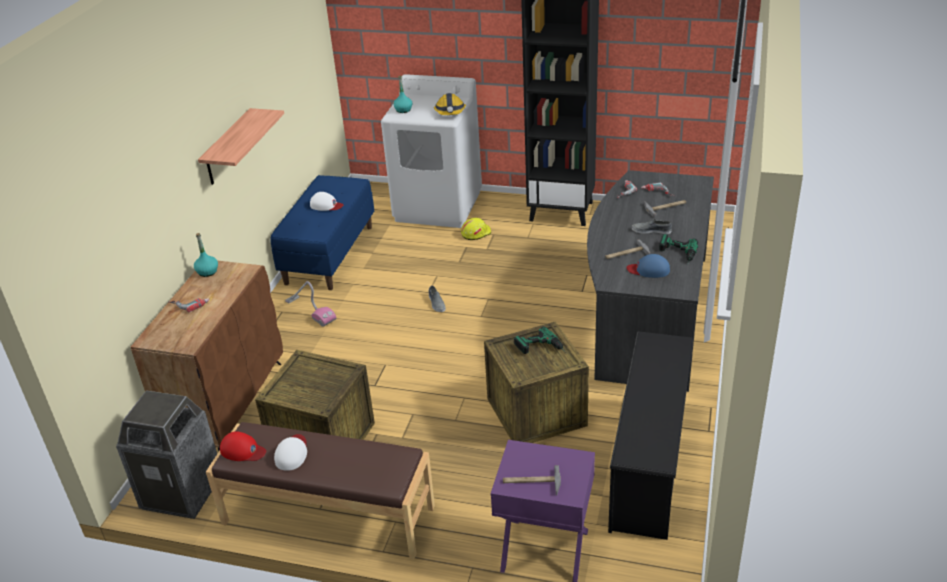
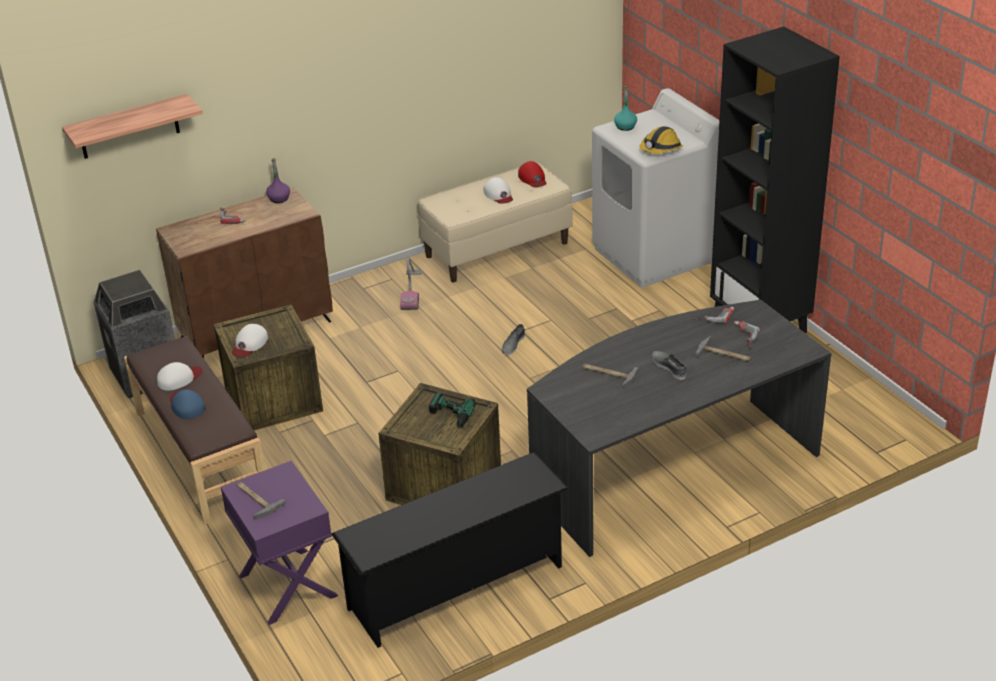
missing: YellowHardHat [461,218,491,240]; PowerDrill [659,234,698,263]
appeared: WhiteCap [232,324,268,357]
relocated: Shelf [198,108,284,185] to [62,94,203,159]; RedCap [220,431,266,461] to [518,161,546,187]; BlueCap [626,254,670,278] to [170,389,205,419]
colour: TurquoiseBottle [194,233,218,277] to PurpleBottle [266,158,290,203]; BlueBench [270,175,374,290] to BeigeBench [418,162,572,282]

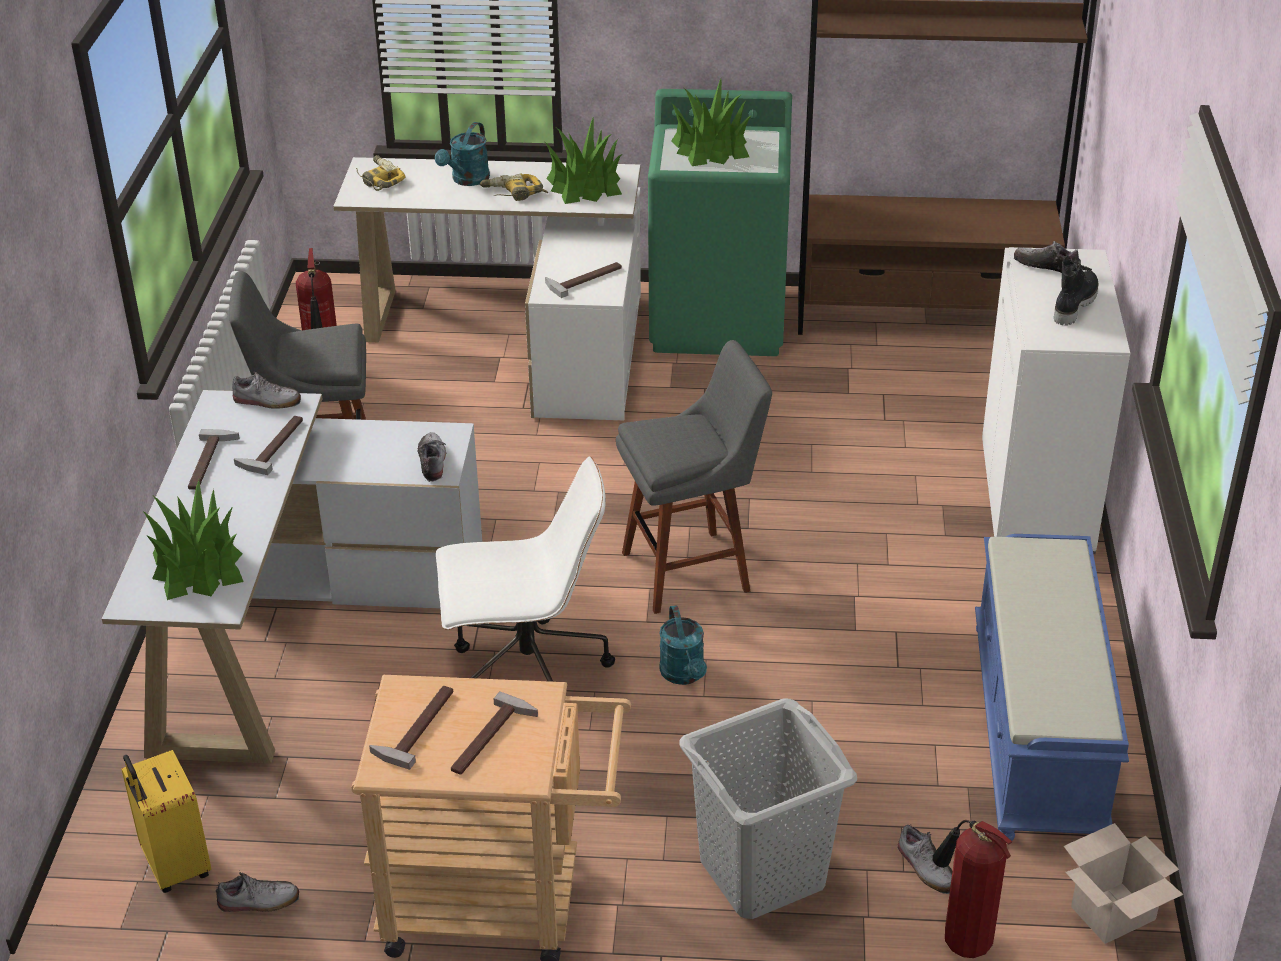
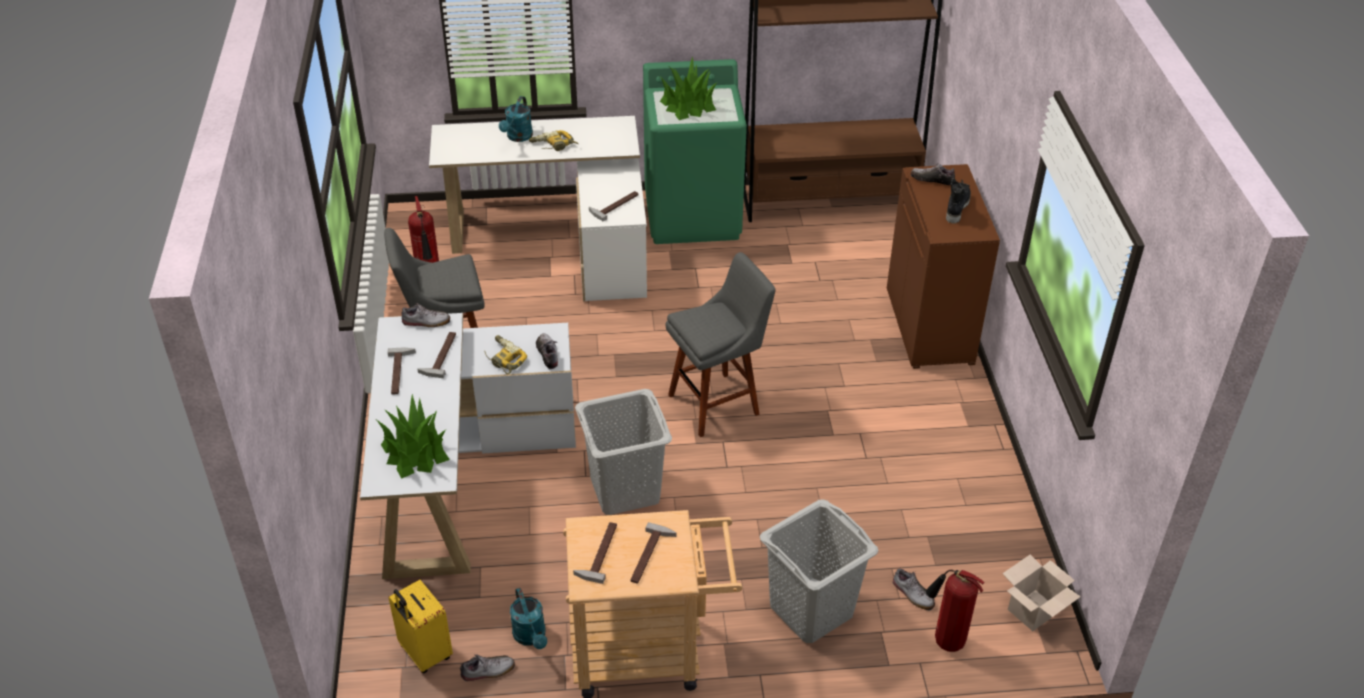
missing: PottedPlant [545,118,622,204]; BlueBench [975,534,1129,841]
relocated: PowerDrill [356,155,406,191] to [484,335,527,375]; TurquoiseWateringCan [659,605,707,685] to [510,588,547,649]
exchanged: WhiteOfficeChair [436,456,615,682] to GreyLaundryBasket [575,389,672,515]
colour: WhiteCabinet [982,247,1130,554] to BrownCabinet [887,164,1000,369]

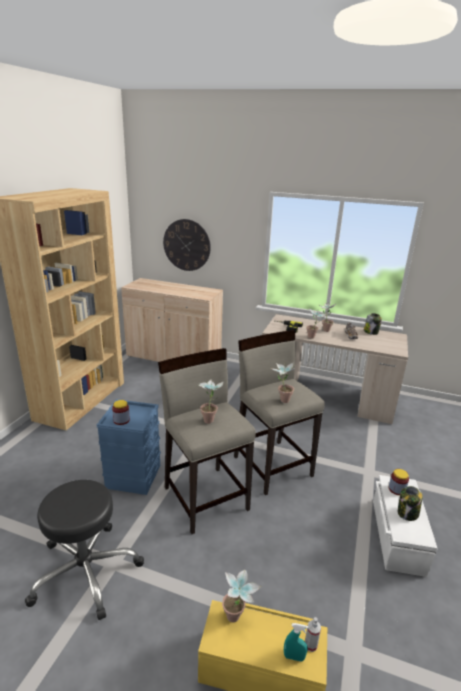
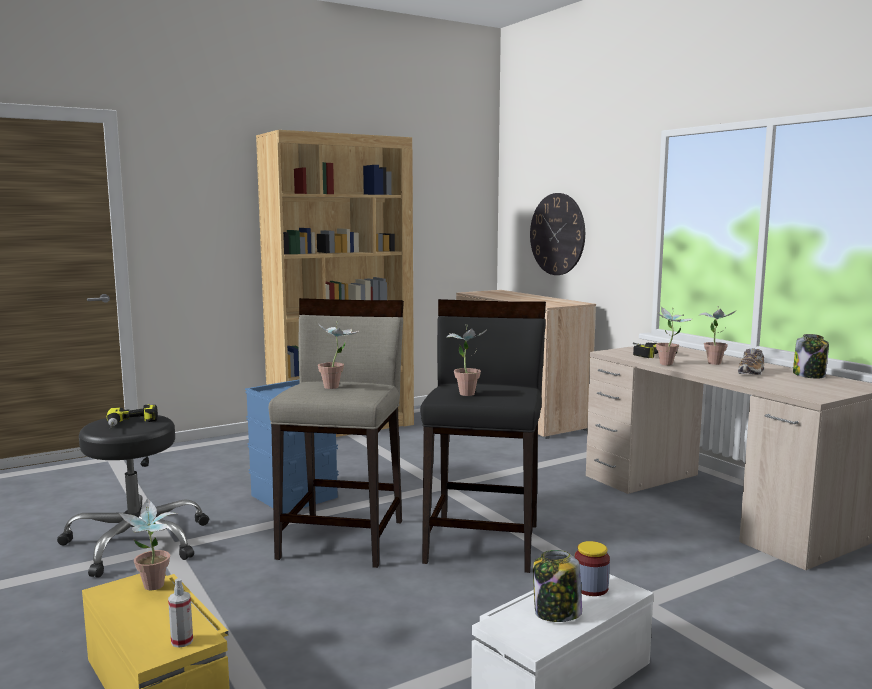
missing: Jar [112,400,130,425]; TurquoiseSprayBottle [284,623,308,662]
appeared: PowerDrill [107,404,158,429]
colour: BeigeStool [234,330,325,495] to BlackStool [420,299,546,573]

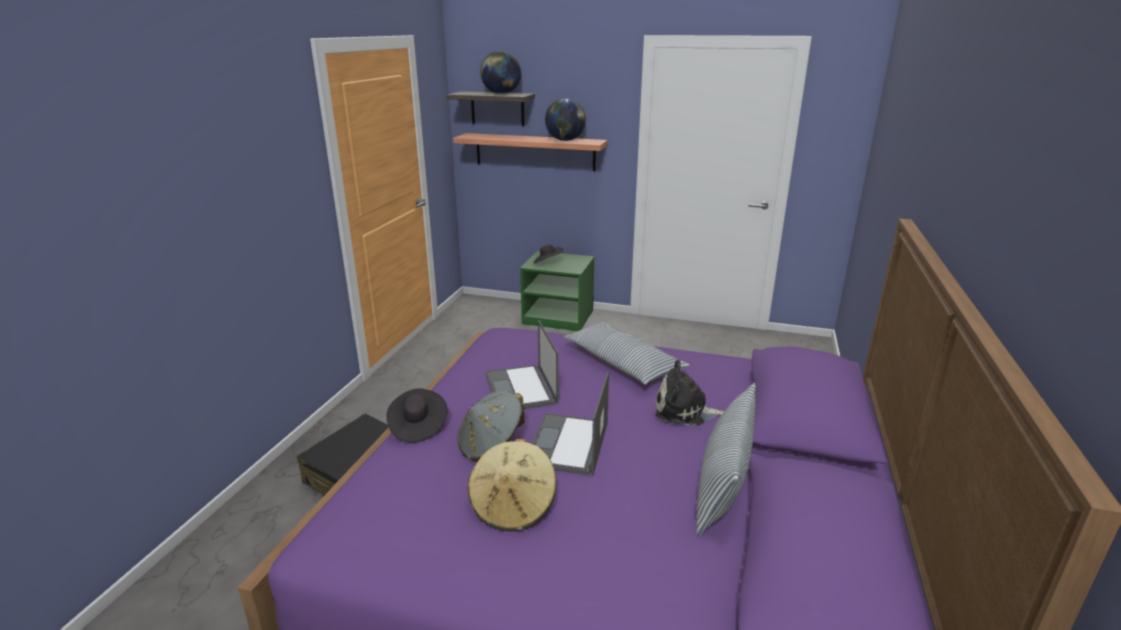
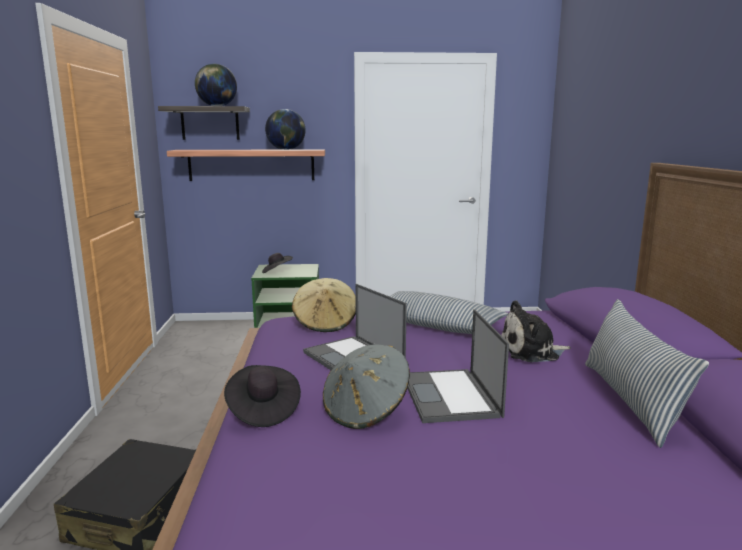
relocated: BeigeHat [468,439,556,531] to [292,278,356,332]

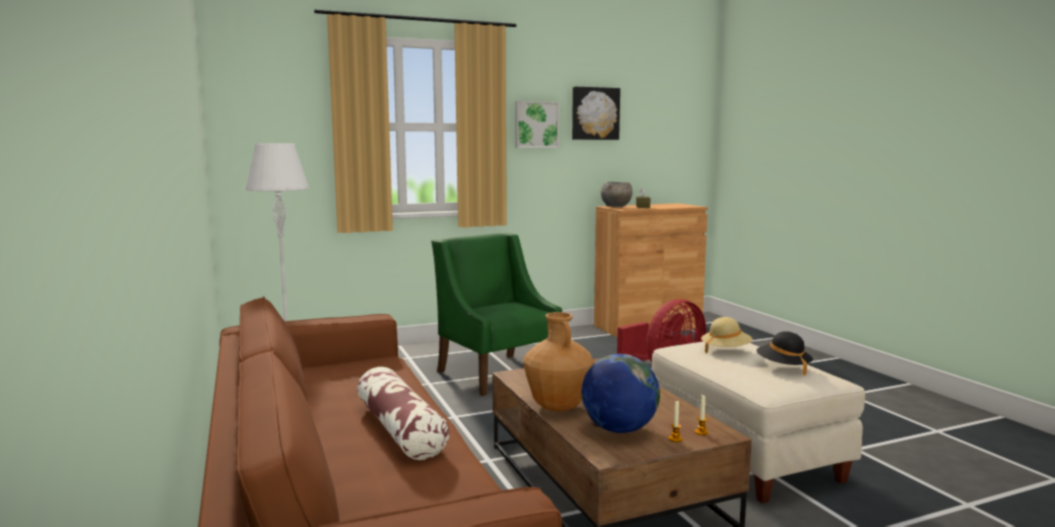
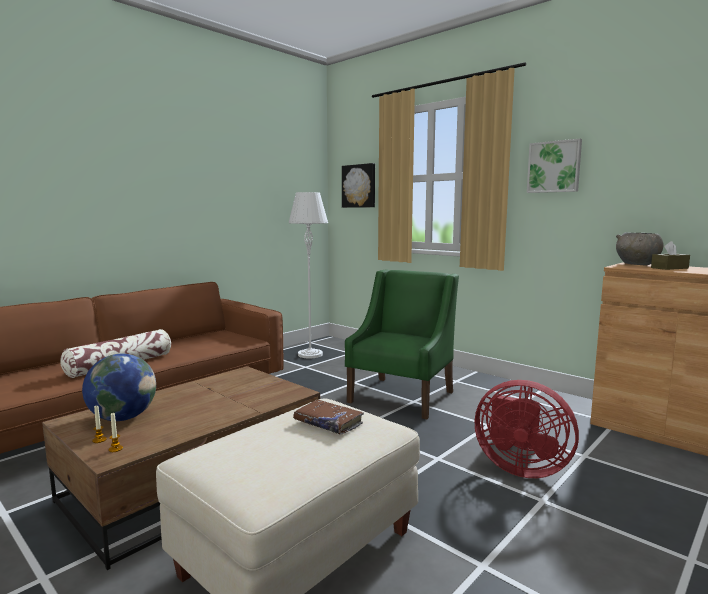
missing: BrownVase [524,312,594,411]; BlackHat [757,331,813,375]
relocated: Picture [572,87,620,140] to [342,163,375,208]
exchanged: BeigeHat [701,317,752,354] to BrownBook [293,400,364,435]

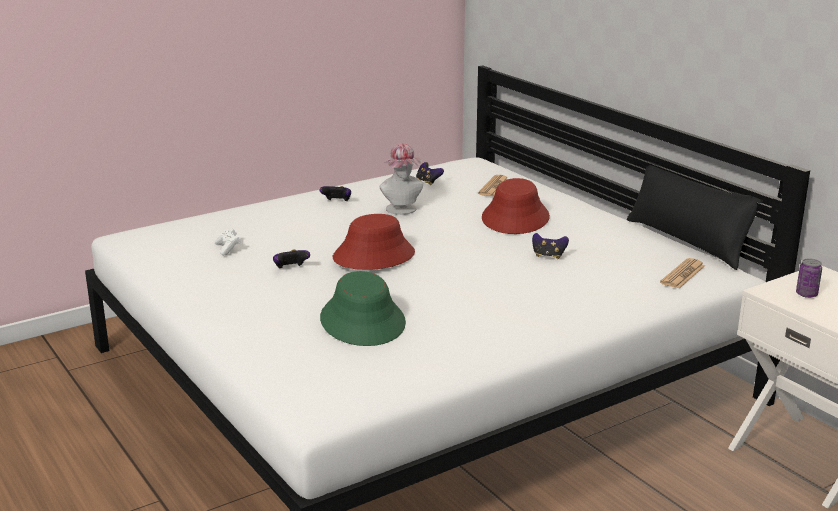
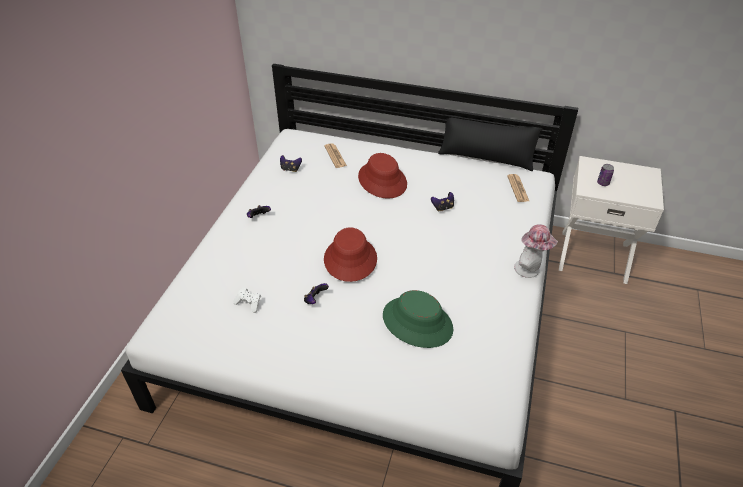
relocated: Hat [379,143,423,215] to [514,224,558,278]

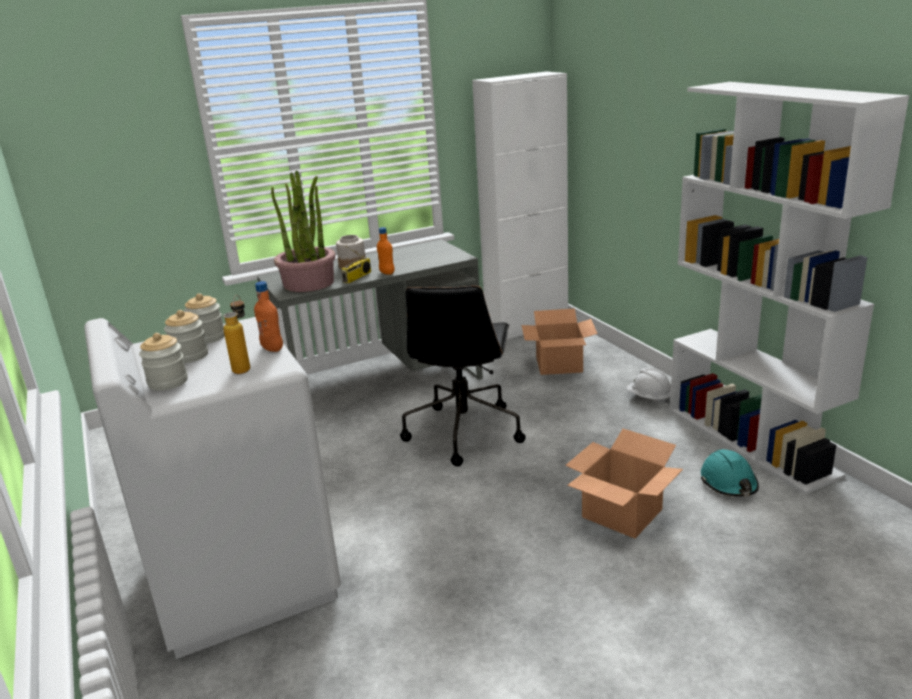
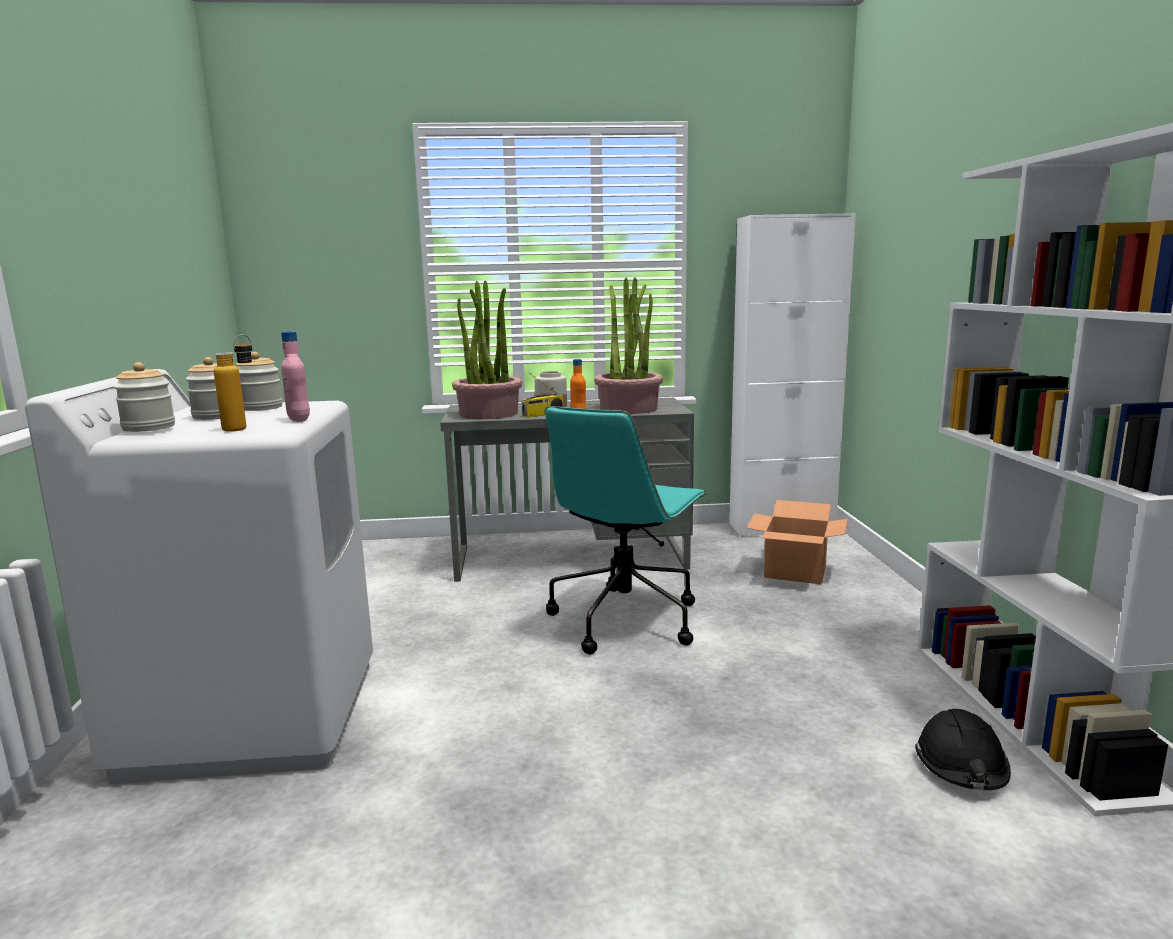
missing: CardboardBox [565,429,683,538]; WhiteHardHat [627,368,671,404]
appeared: PottedPlant [594,277,663,414]
colour: OrangeBottle [254,281,283,352] to PinkBottle [281,331,310,422]; BlackOfficeChair [400,286,526,466] to TurquoiseOfficeChair [545,406,708,654]; TurquoiseHardHat [701,449,759,497] to BlackHardHat [915,709,1011,790]

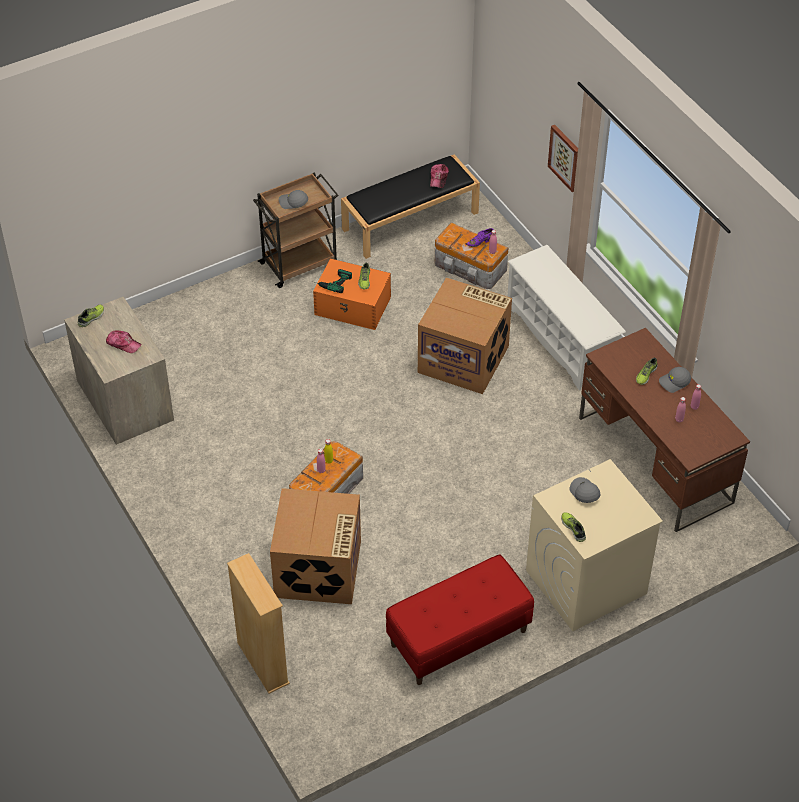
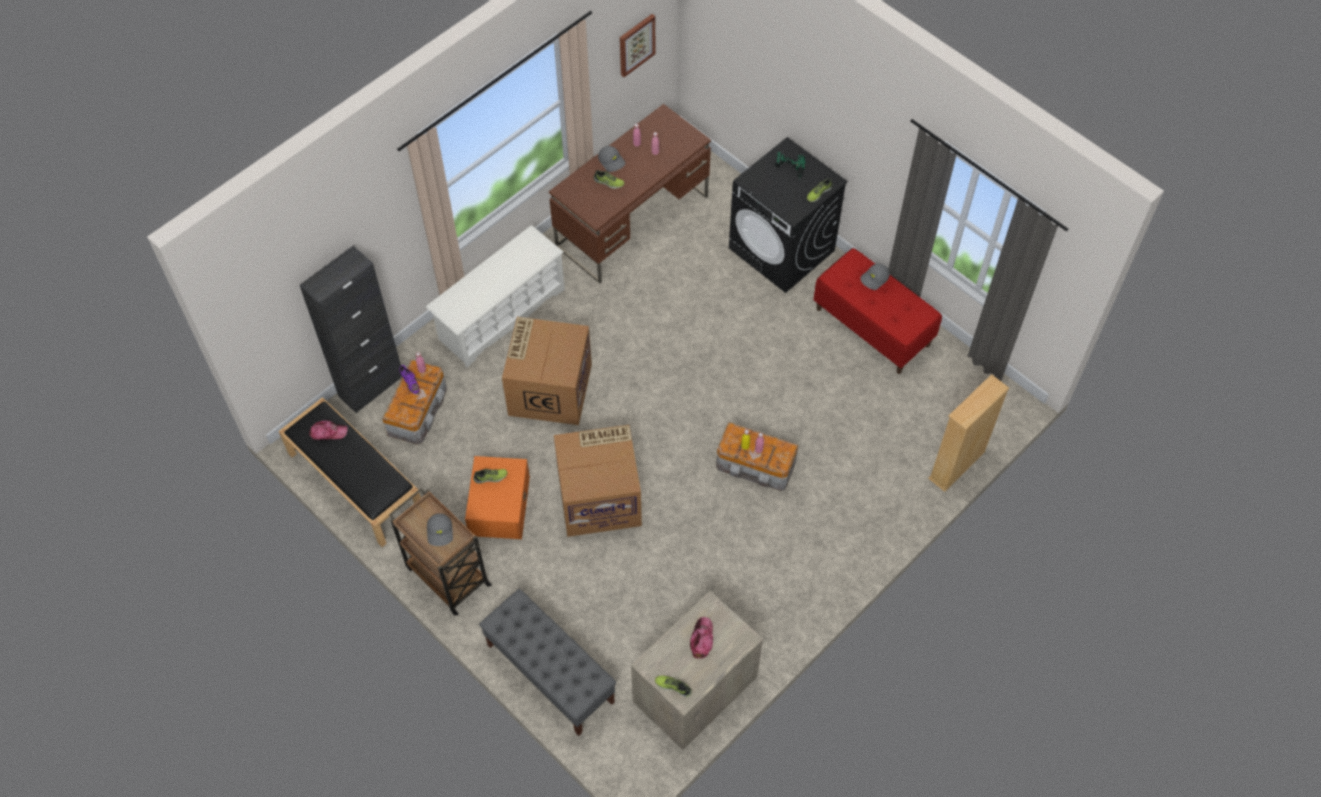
appeared: BlackCabinet [300,246,402,413]; GreyBench [479,589,616,736]
relocated: CardboardBox [270,488,361,604] to [554,425,642,537]; PowerDrill [314,269,352,293] to [775,152,806,181]; Picture [548,125,578,192] to [620,14,655,77]; GreyCap [569,477,600,503] to [860,264,890,290]
colour: BeigeWashingMachine [526,459,663,631] to BlackWashingMachine [729,137,848,293]

